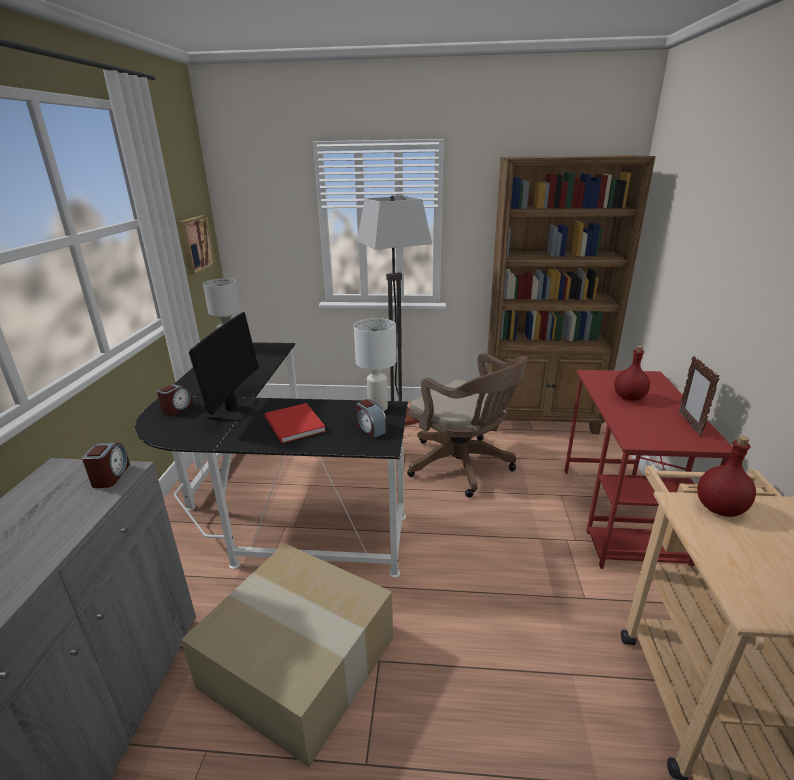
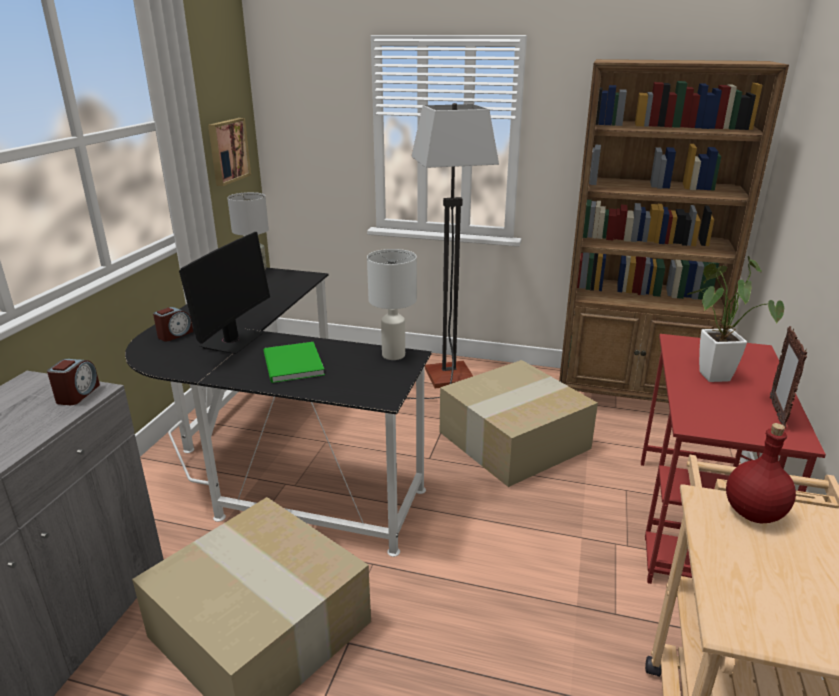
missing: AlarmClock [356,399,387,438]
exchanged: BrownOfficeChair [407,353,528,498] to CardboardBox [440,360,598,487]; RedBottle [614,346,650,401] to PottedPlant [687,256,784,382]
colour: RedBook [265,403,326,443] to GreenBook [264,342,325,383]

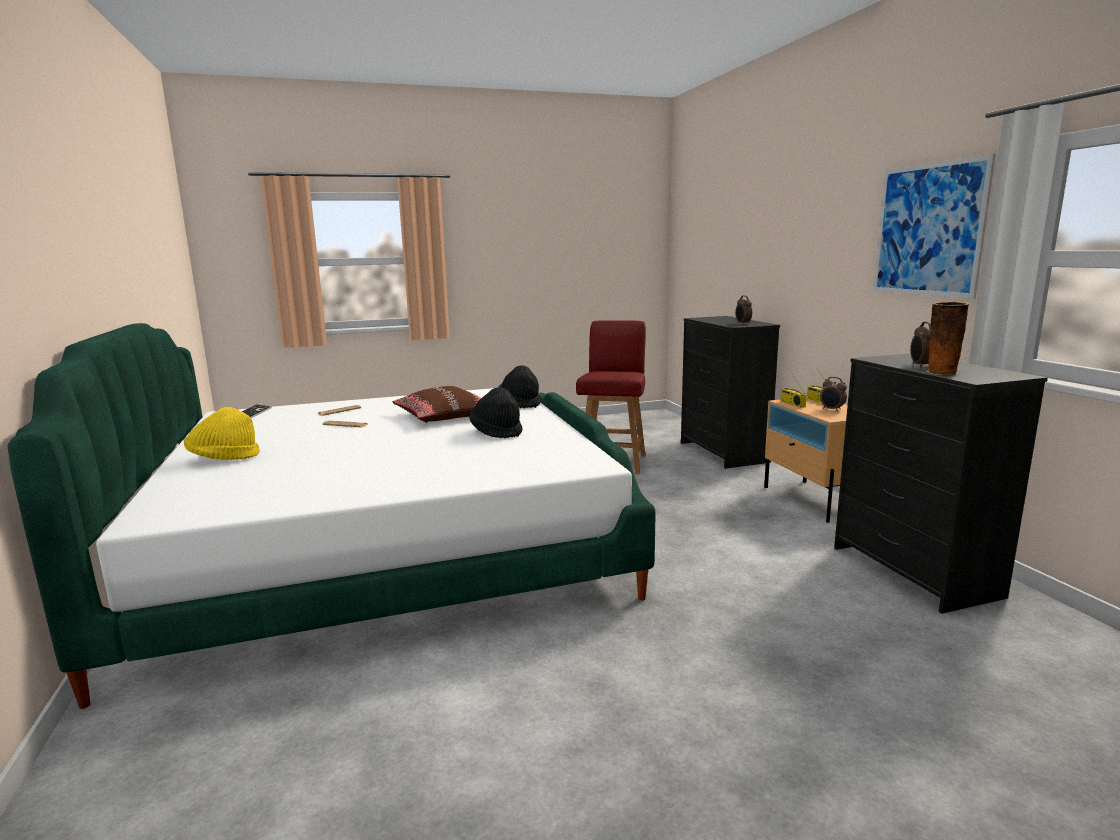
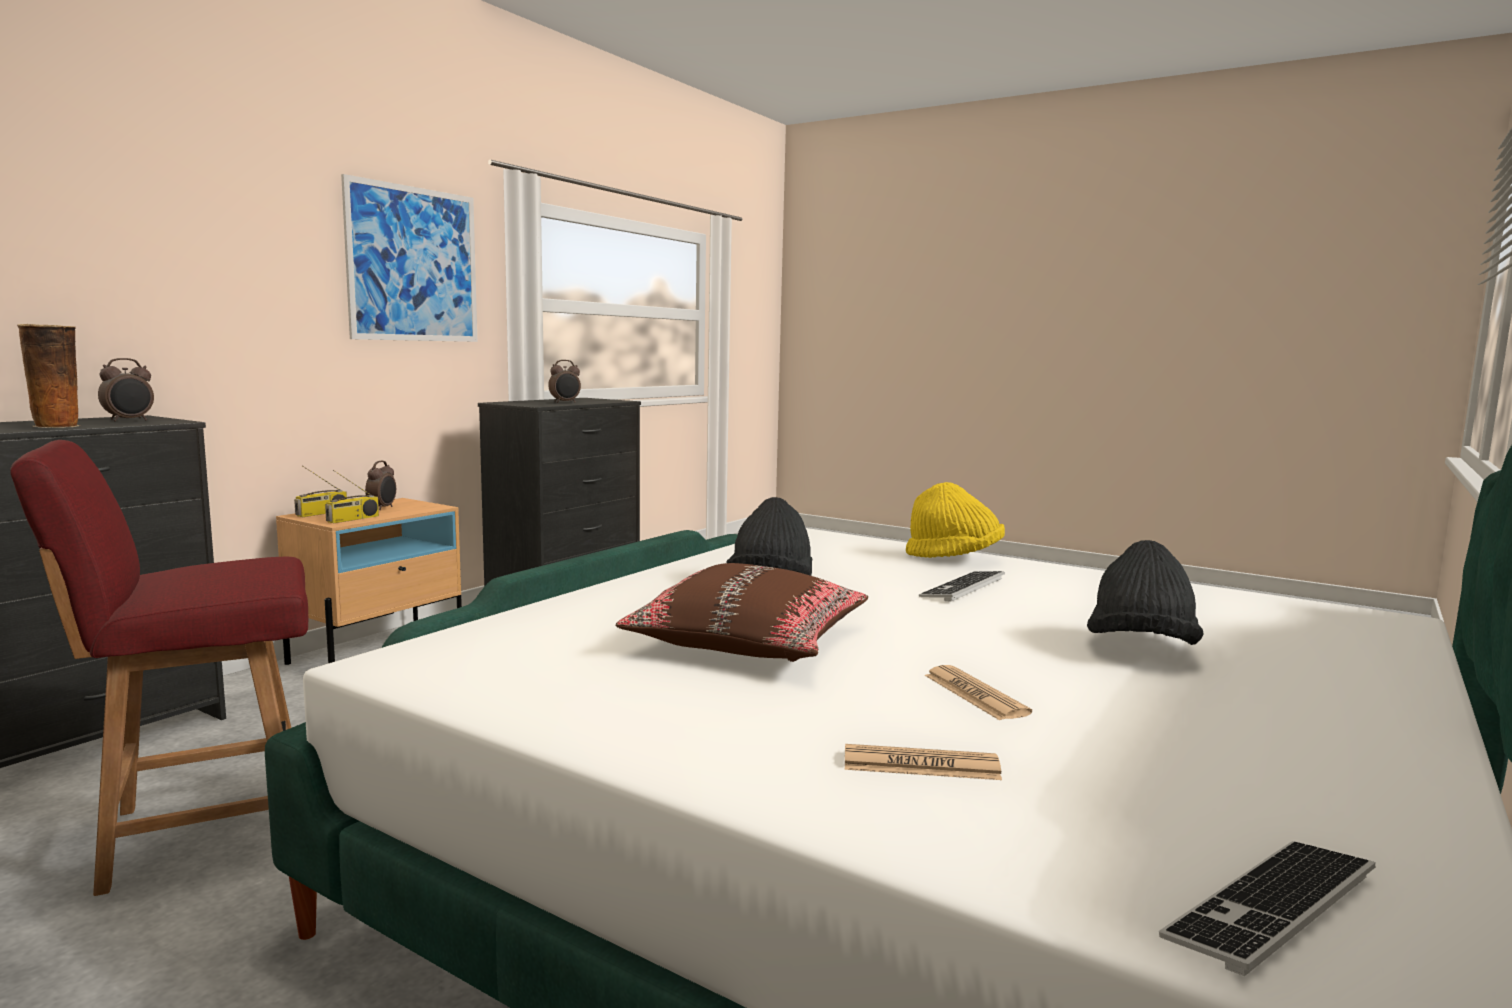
appeared: Keyboard [919,571,1005,601]
relocated: YellowHat [184,407,260,460] to [906,482,1005,558]; BlackHat [498,365,541,408] to [1087,540,1204,645]; Vase [926,302,969,375] to [17,324,80,428]

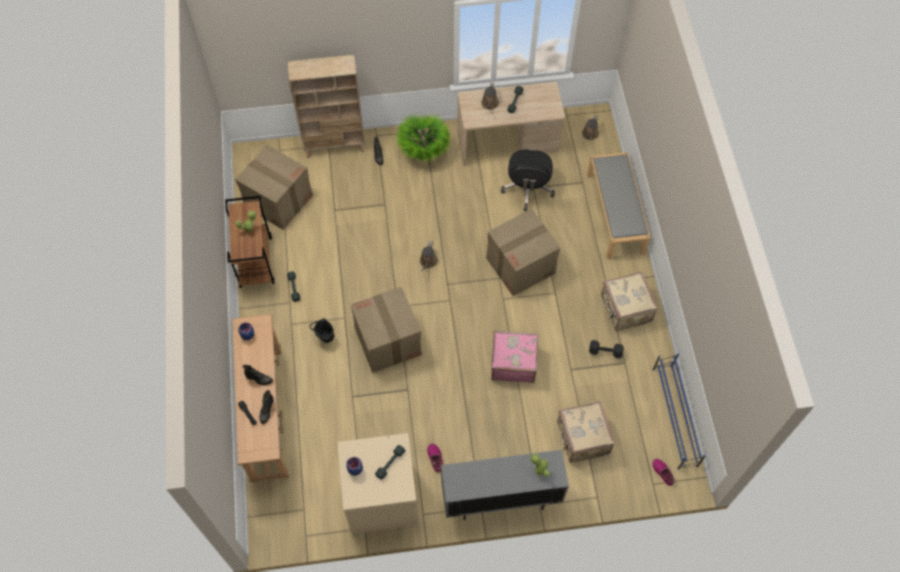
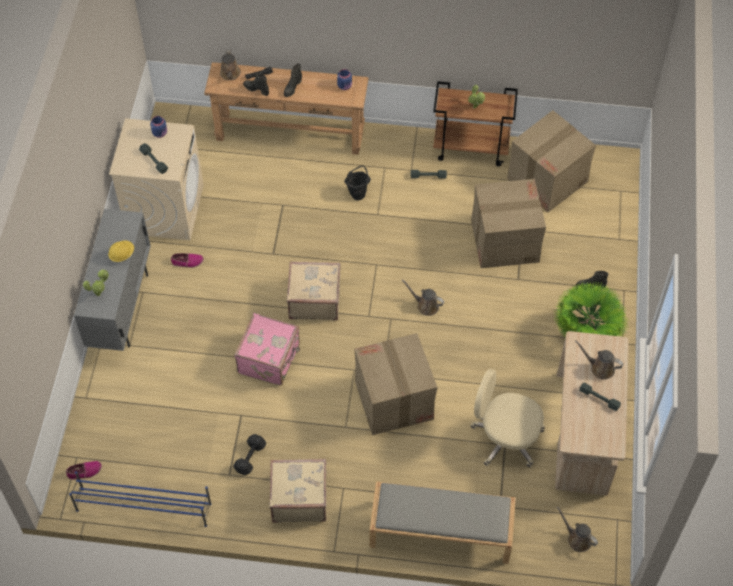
missing: BeigeBookcase [288,54,365,159]
appeared: YellowHardHat [108,240,134,262]; BrownWateringCan [220,49,241,80]
relocated: CardboardBox [350,287,422,373] to [471,179,546,268]; BeigeSuitcase [557,401,614,463] to [287,261,341,320]
colour: BlackOfficeChair [501,150,555,211] to BeigeOfficeChair [470,369,545,468]

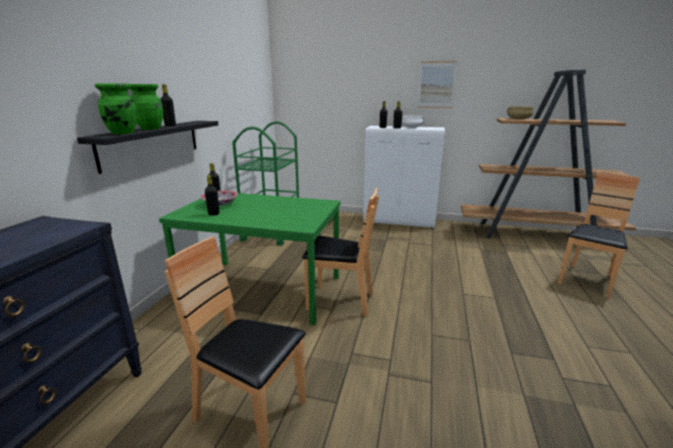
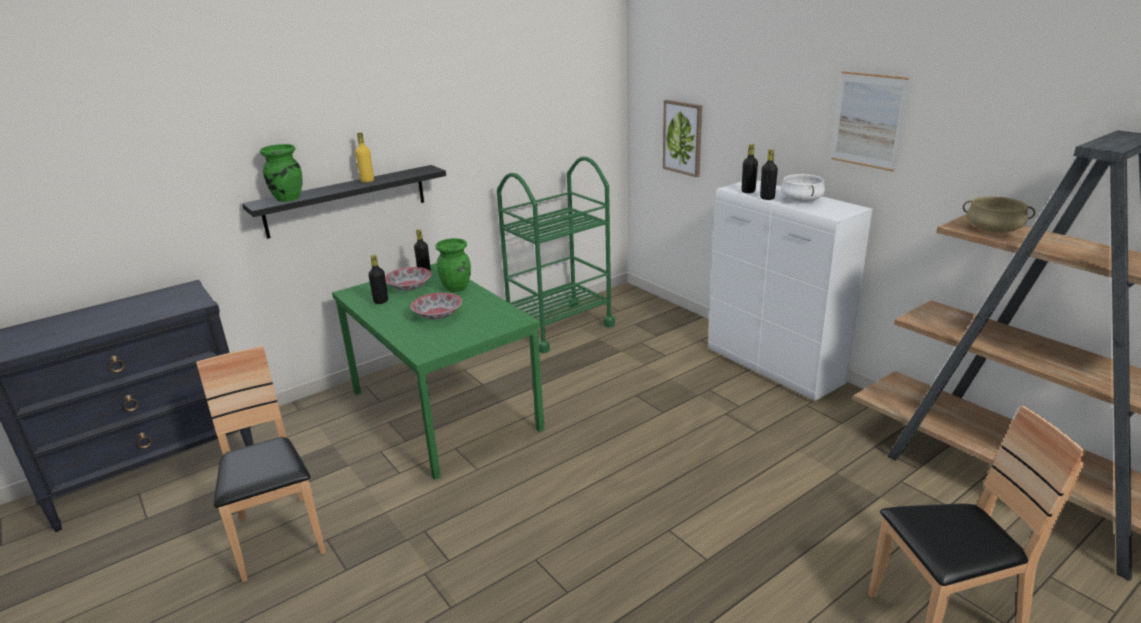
missing: BrownChair [302,188,379,316]
appeared: Bowl [411,293,462,320]; Picture [663,100,702,177]
relocated: GreenVase [130,84,163,130] to [436,238,471,292]
colour: BlackBottle [160,84,176,126] to YellowBottle [355,132,374,183]

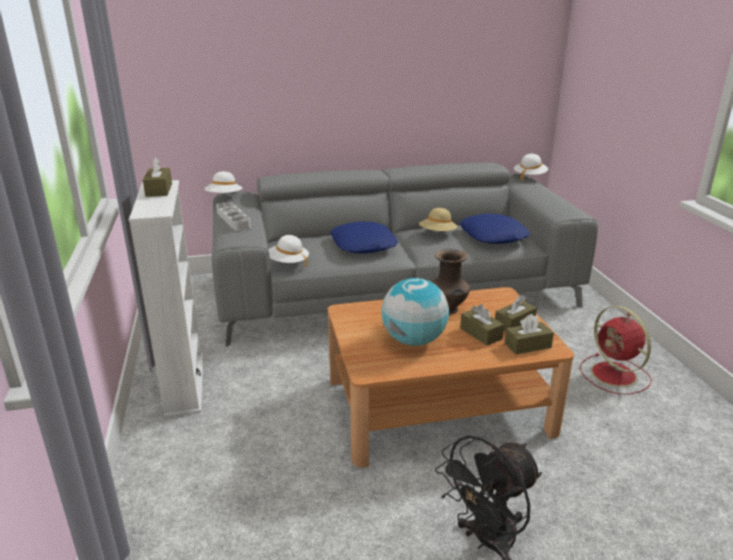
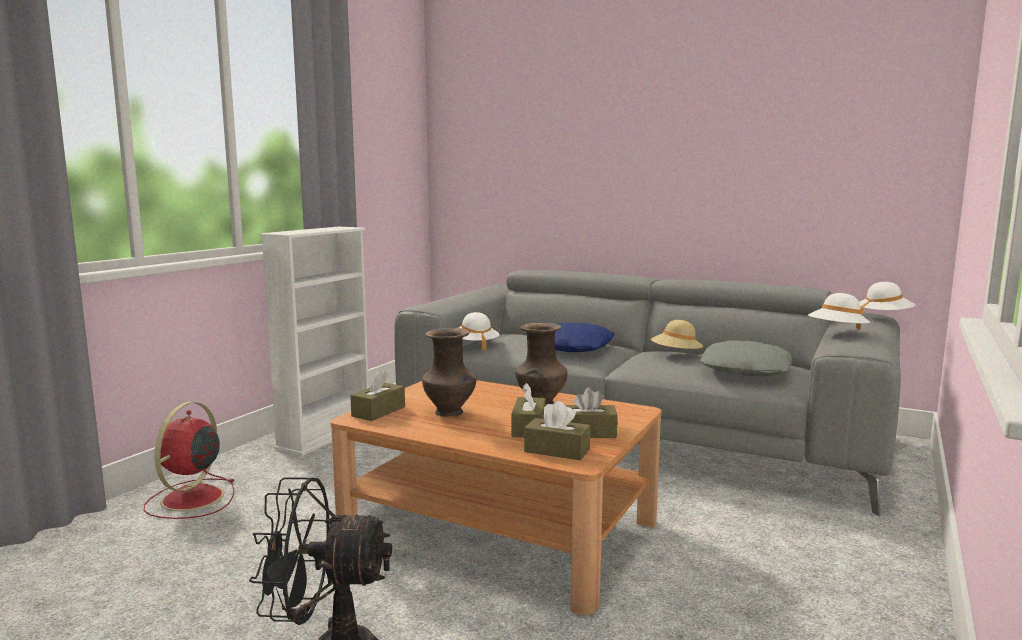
missing: GreyTray [216,202,251,231]
relocated: BrownTissueBox [143,157,172,197] to [350,370,405,421]; WhiteHat [204,171,242,193] to [808,293,870,330]; RedFan [580,306,652,394] to [144,402,235,519]
exchanged: Globe [382,278,449,346] to BrownVase [422,328,477,417]
colour: BluePillow [460,214,530,244] to GreyPillow [700,340,792,376]

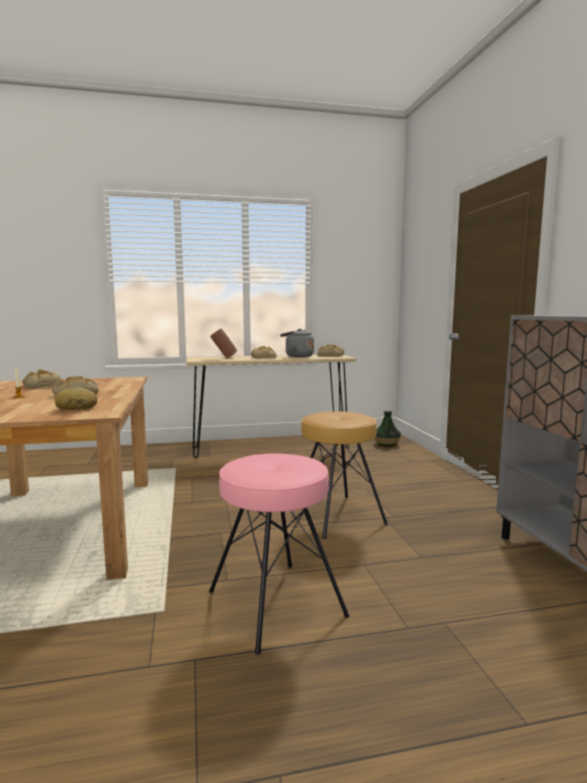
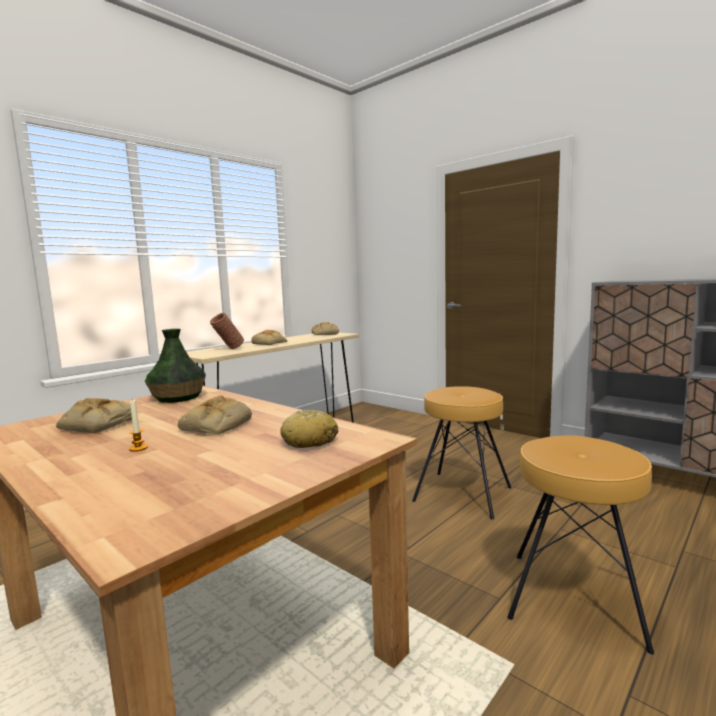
missing: GreyKettle [280,329,314,357]
relocated: Vase [375,411,401,447] to [145,329,206,403]
colour: PinkStool [209,453,349,655] to BrownStool [507,435,654,655]

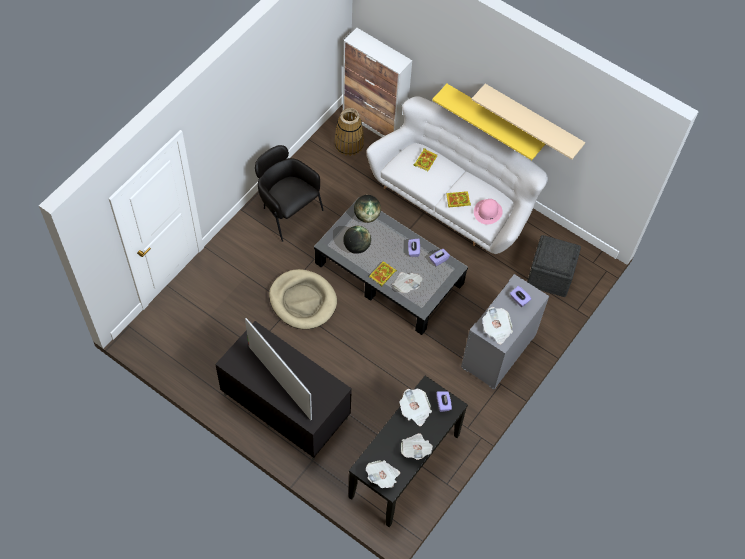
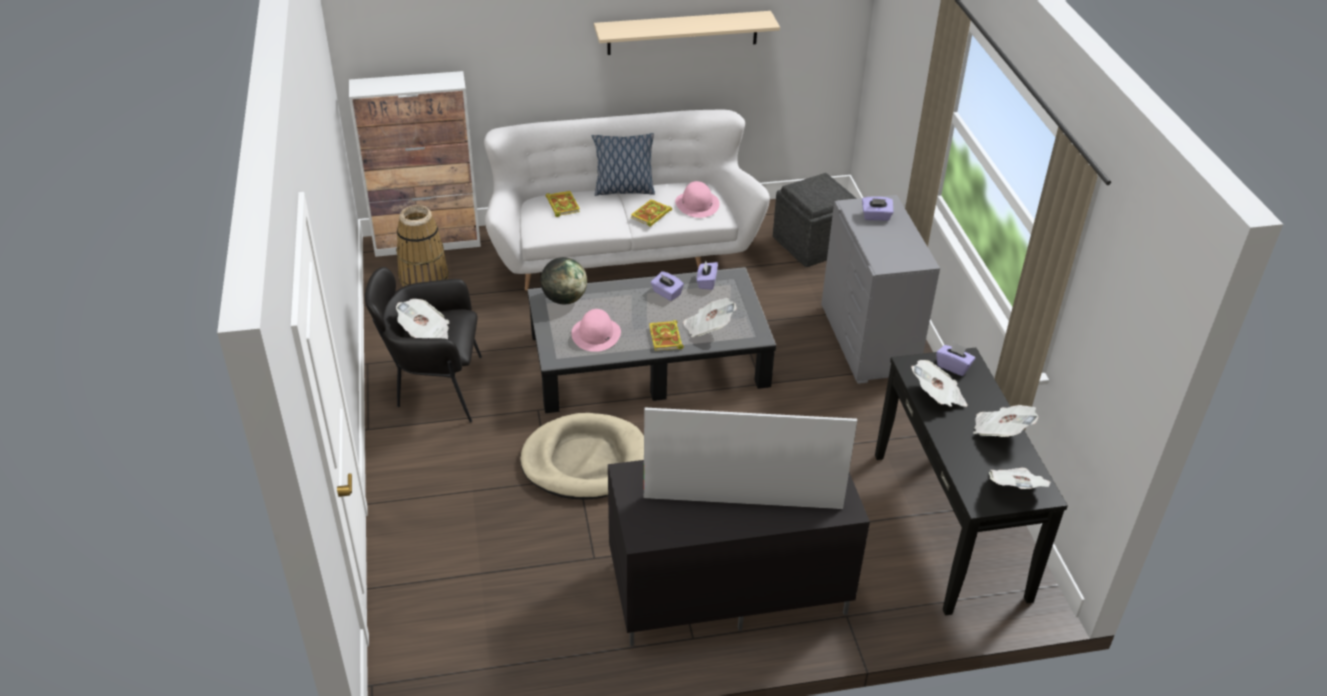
missing: YellowShelf [432,84,545,160]
appeared: Pillow [592,133,655,196]
relocated: Newspaper [483,307,513,344] to [396,299,449,339]
exchanged: Globe [343,226,371,254] to PinkHat [571,309,621,352]

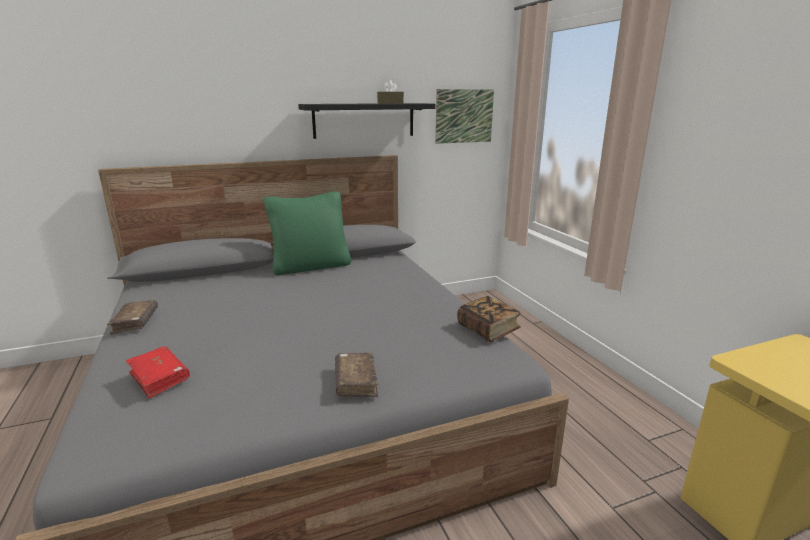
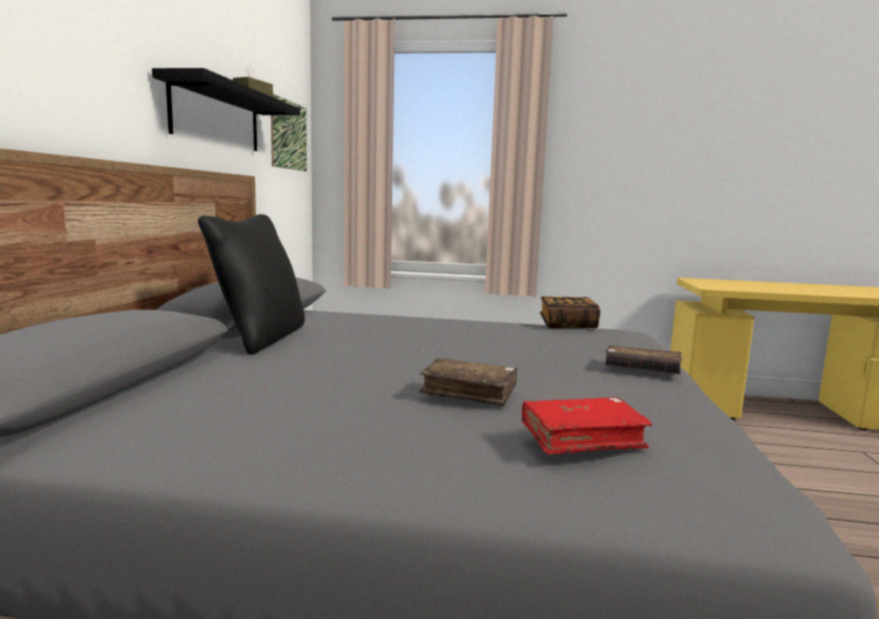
relocated: BrownBook [107,300,158,335] to [419,358,518,407]
colour: GreenPillow [263,192,351,275] to BlackPillow [198,214,305,355]

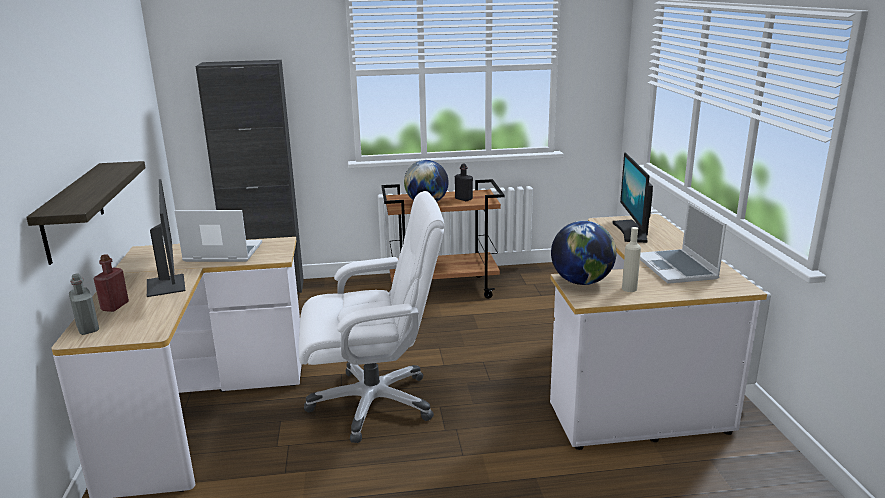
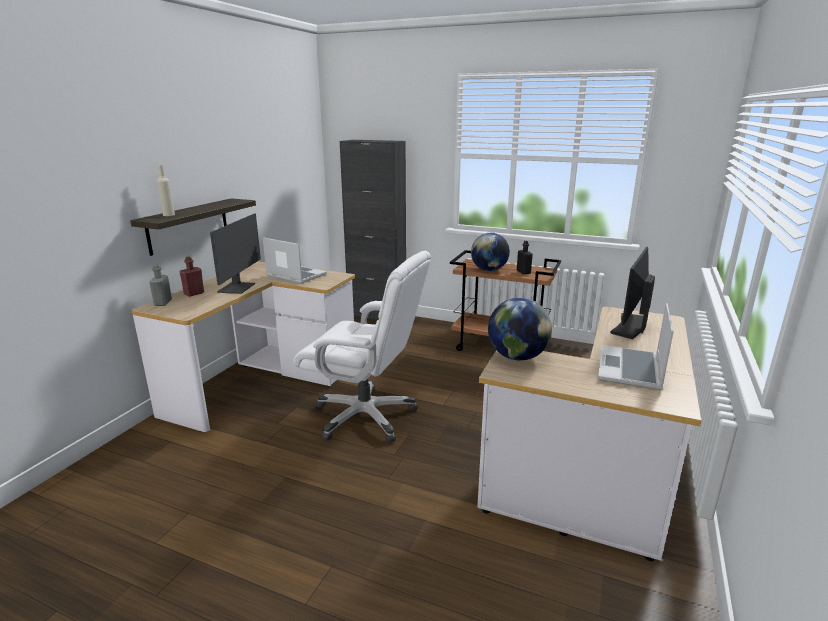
relocated: BeigeBottle [622,227,641,292] to [157,165,175,216]

